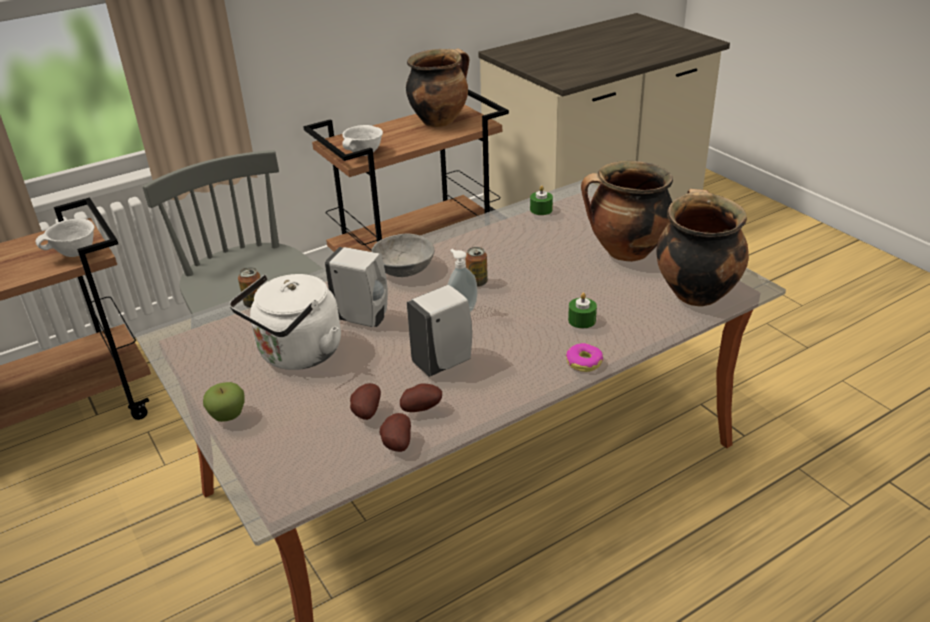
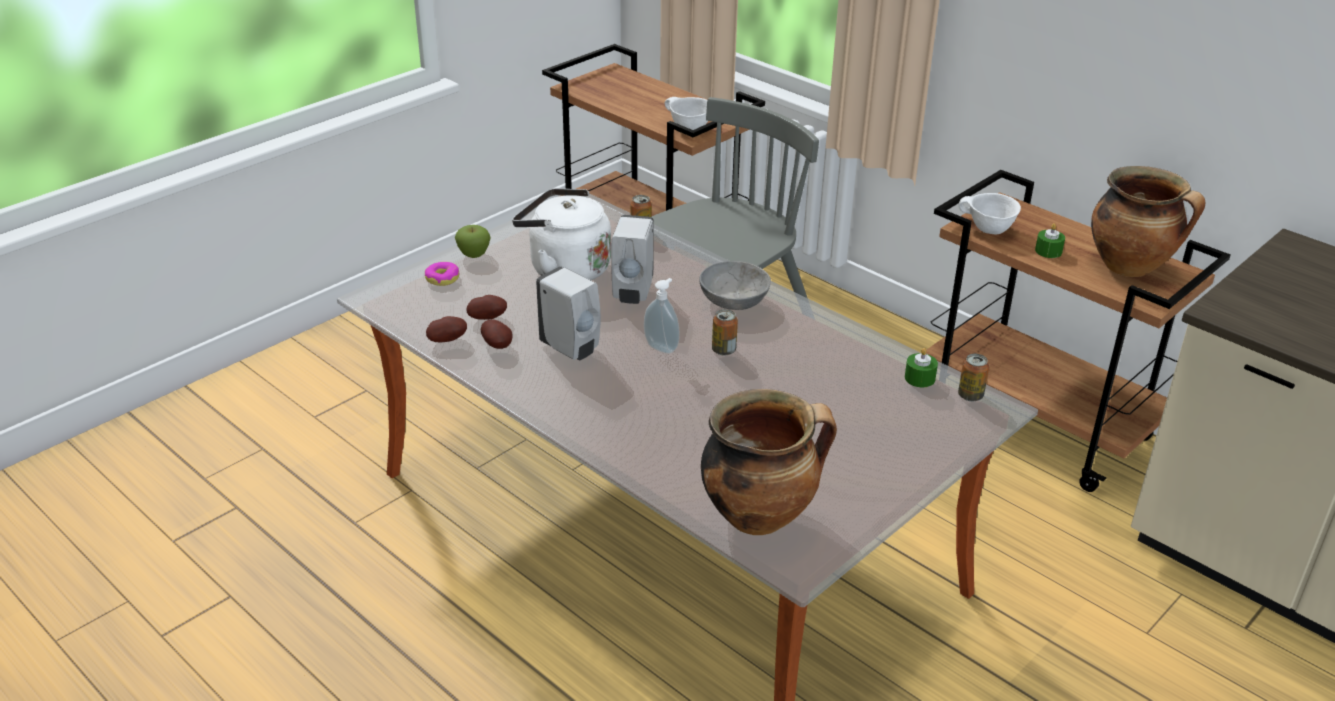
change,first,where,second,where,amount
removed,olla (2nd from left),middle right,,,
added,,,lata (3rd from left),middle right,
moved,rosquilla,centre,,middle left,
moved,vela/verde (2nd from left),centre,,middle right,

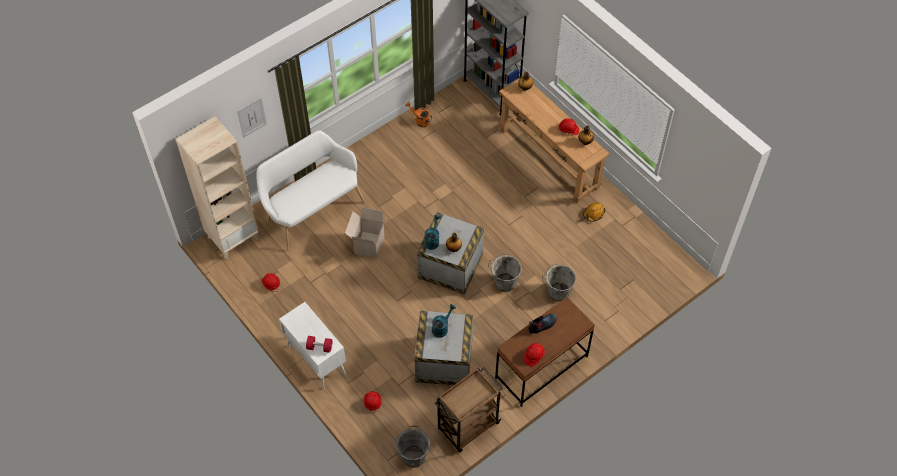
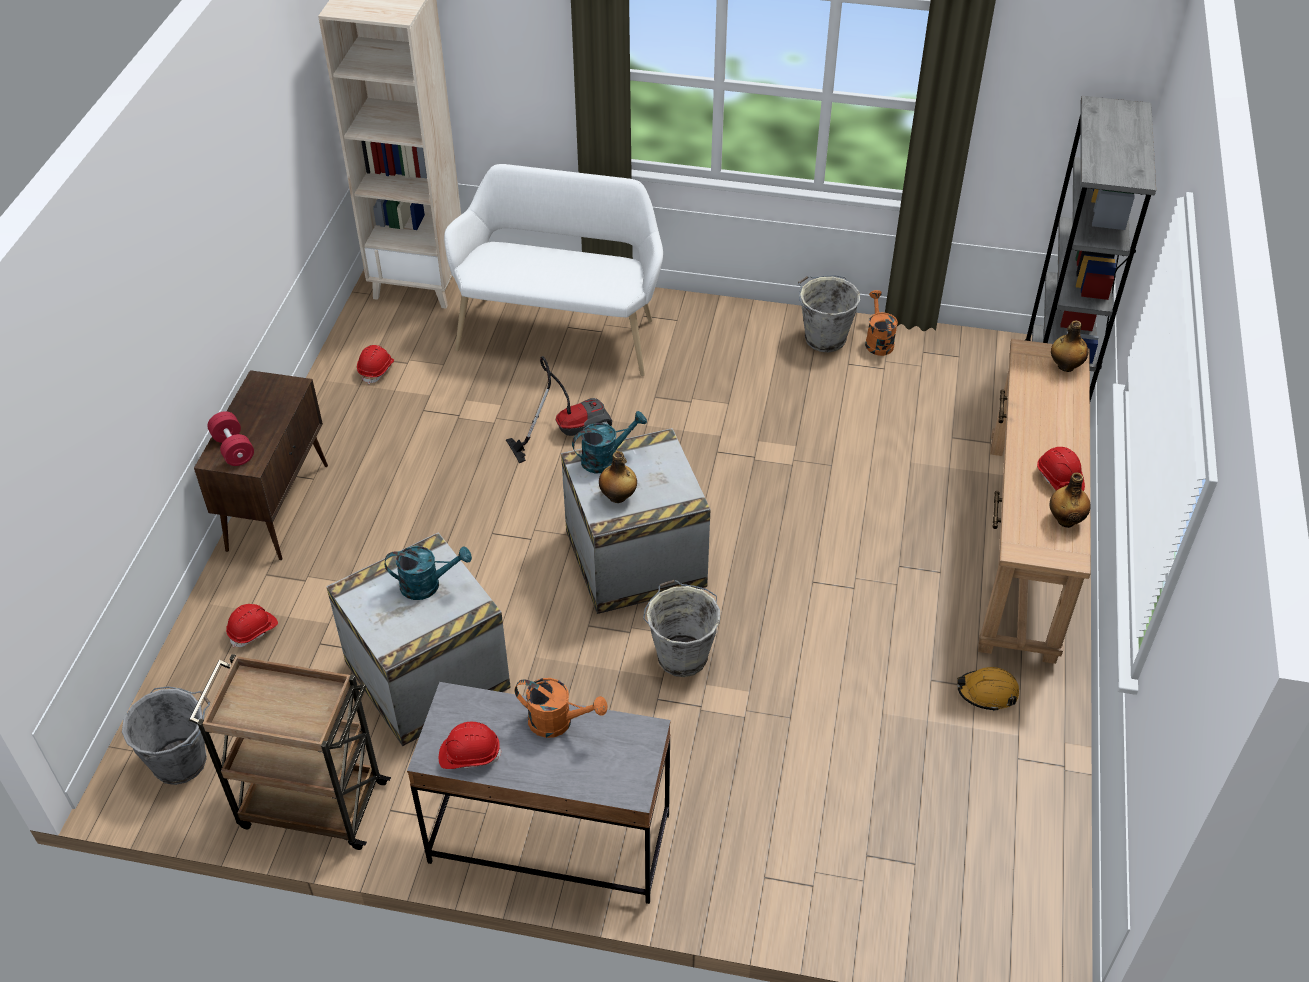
change,first,where,second,where,amount
removed,cuadro,top left,,,
moved,cubo/gris (3rd from left),centre,,top centre,
replaced,caja de cartón,centre,aspiradora,centre,
replaced,bota,bottom centre,regadera/naranja (1st from left),bottom centre,
recoloured,armario/blanco,bottom centre,armario/marrón,middle left,
recoloured,escritorio/marrón,bottom centre,escritorio/gris,bottom centre,

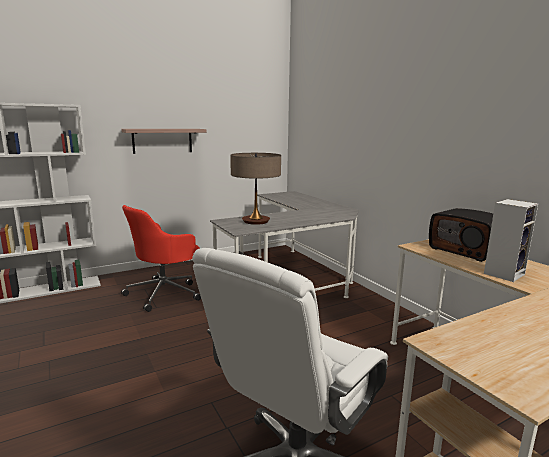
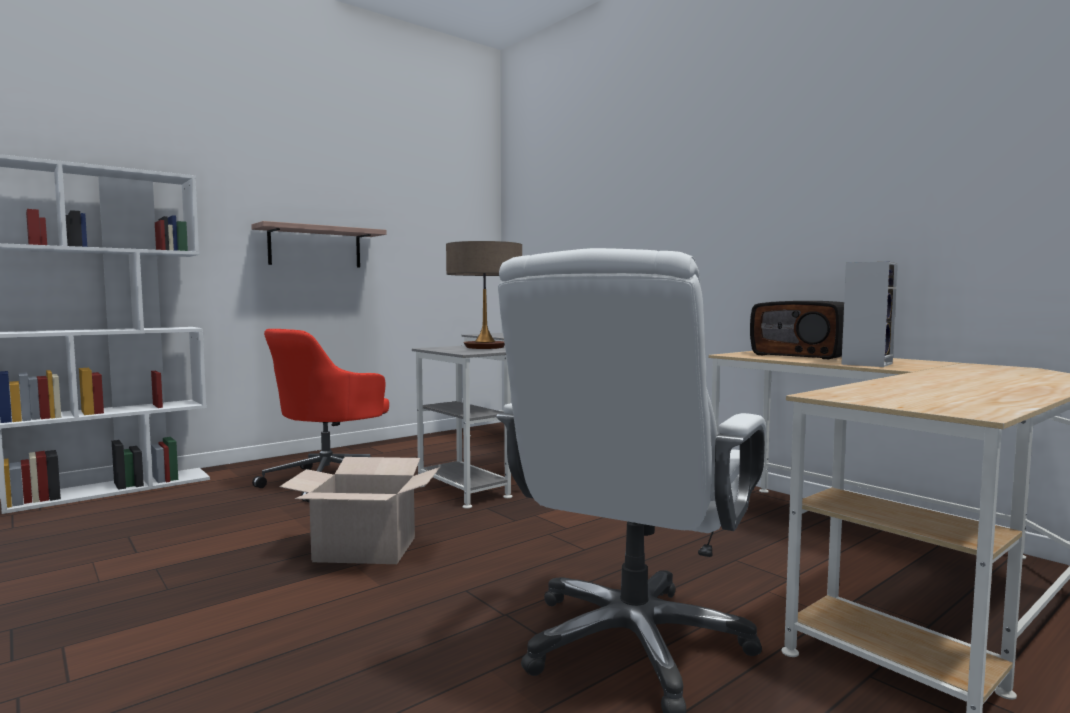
change,first,where,second,where,amount
added,,,caja de cartón,bottom centre,

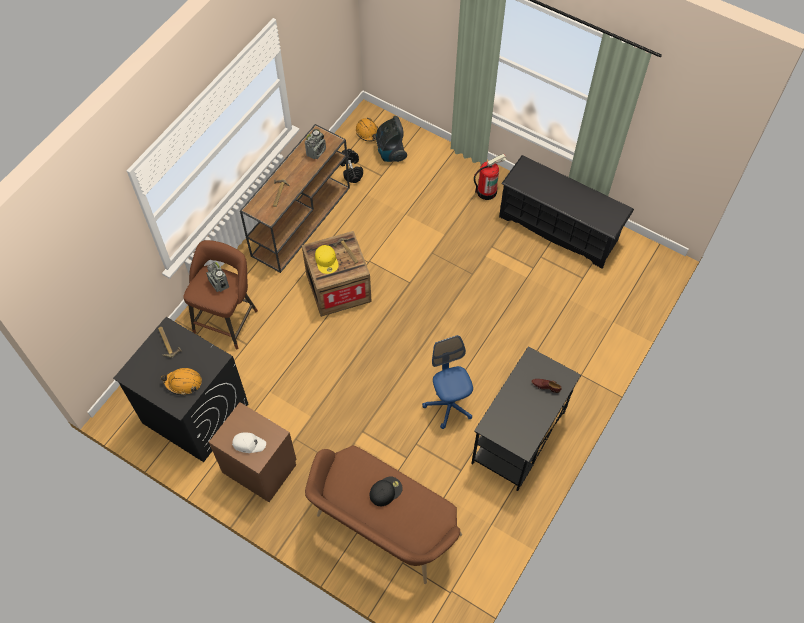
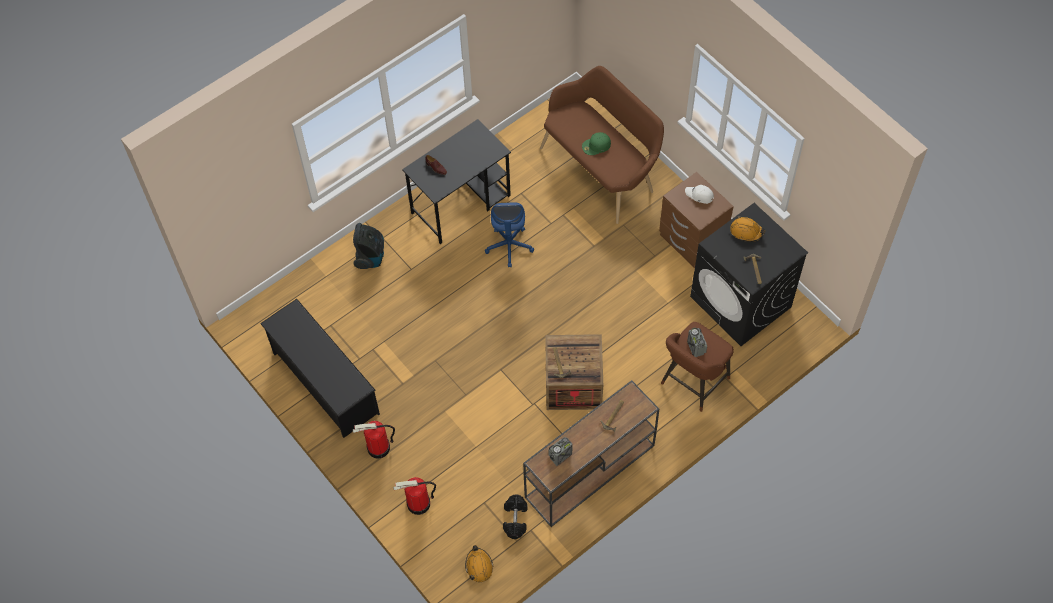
change,first,where,second,where,amount
removed,gorra/amarillo,centre,,,
added,,,extintor (2nd from left),bottom centre,
moved,aspiradora,top centre,,centre,
recoloured,gorra/negro,bottom centre,gorra/verde,top centre,

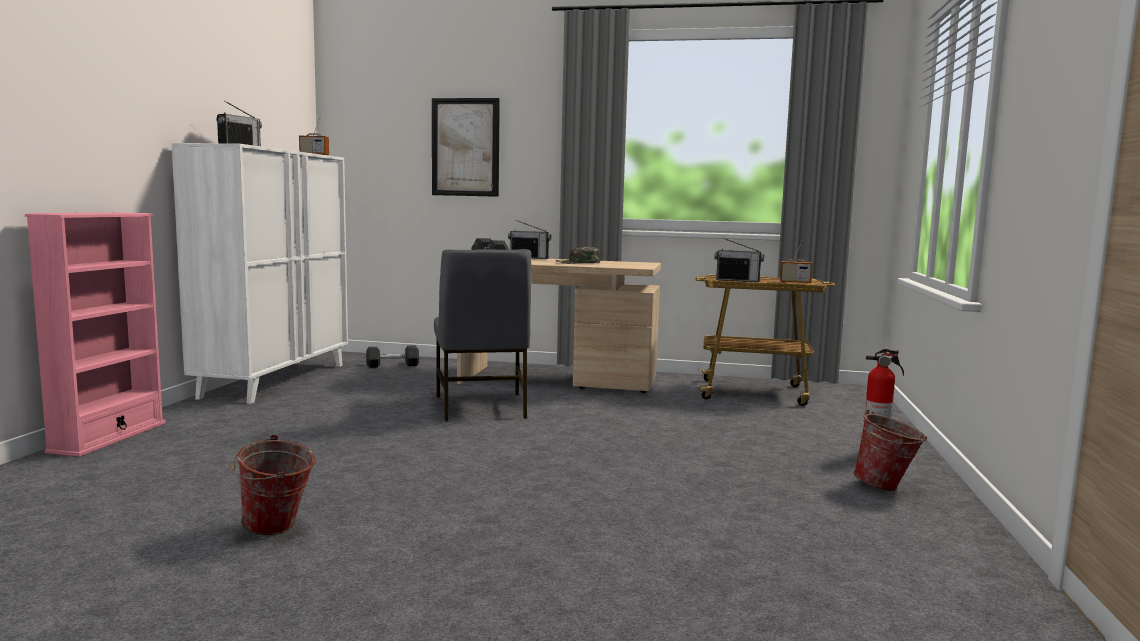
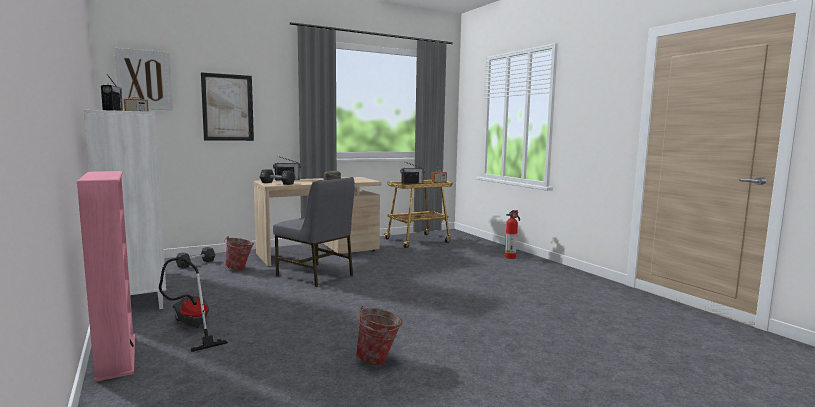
change,first,where,second,where,amount
added,,,cuadro (1st from left),top left,
added,,,aspiradora,bottom left,
moved,cubo (2nd from left in the first image),bottom right,cubo (1st from left),middle left,

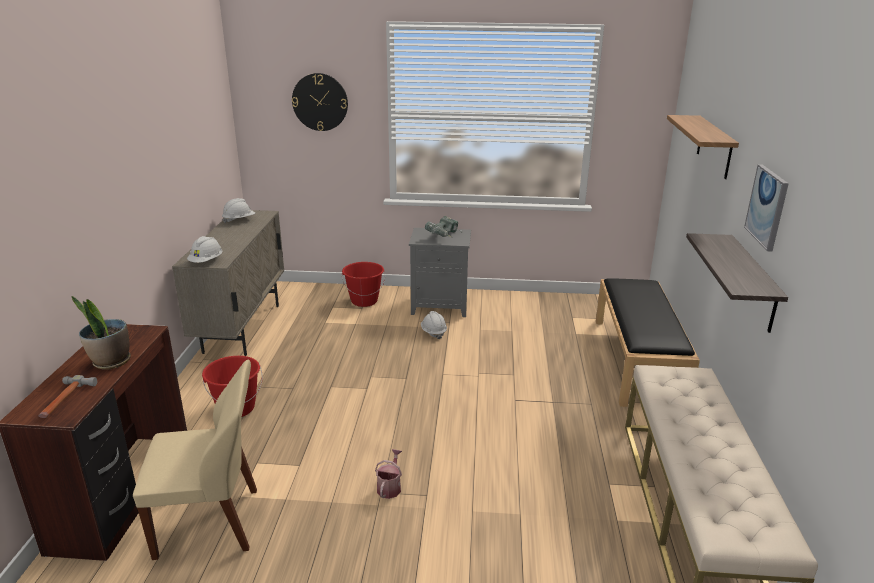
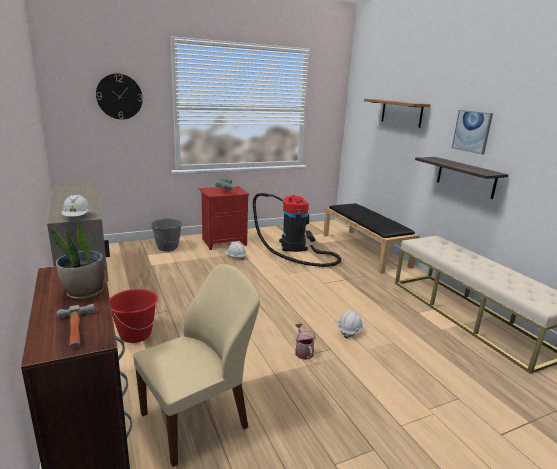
change,first,where,second,where,amount
added,,,aspiradora,centre,
moved,casco/blanco (2nd from left in the first image),middle left,casco/blanco (3rd from left),bottom centre,
recoloured,cubo/rojo (2nd from left),centre,cubo/gris,middle left,
recoloured,mesita de noche/gris,centre,mesita de noche/rojo,centre,

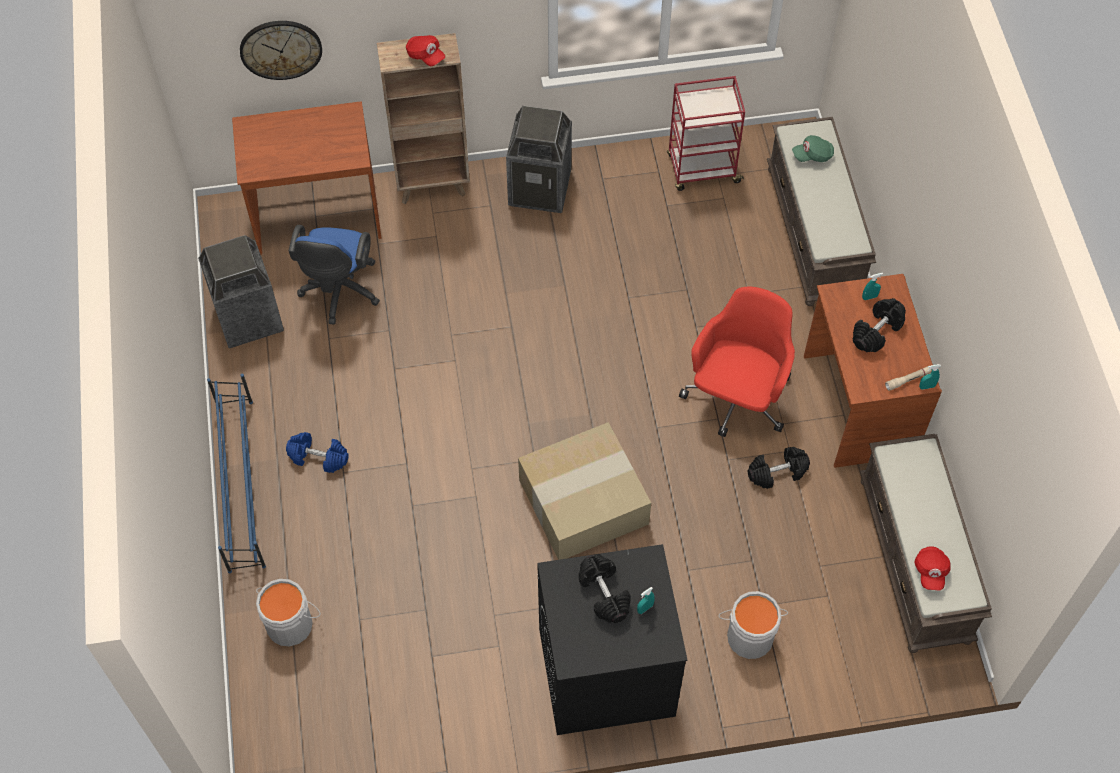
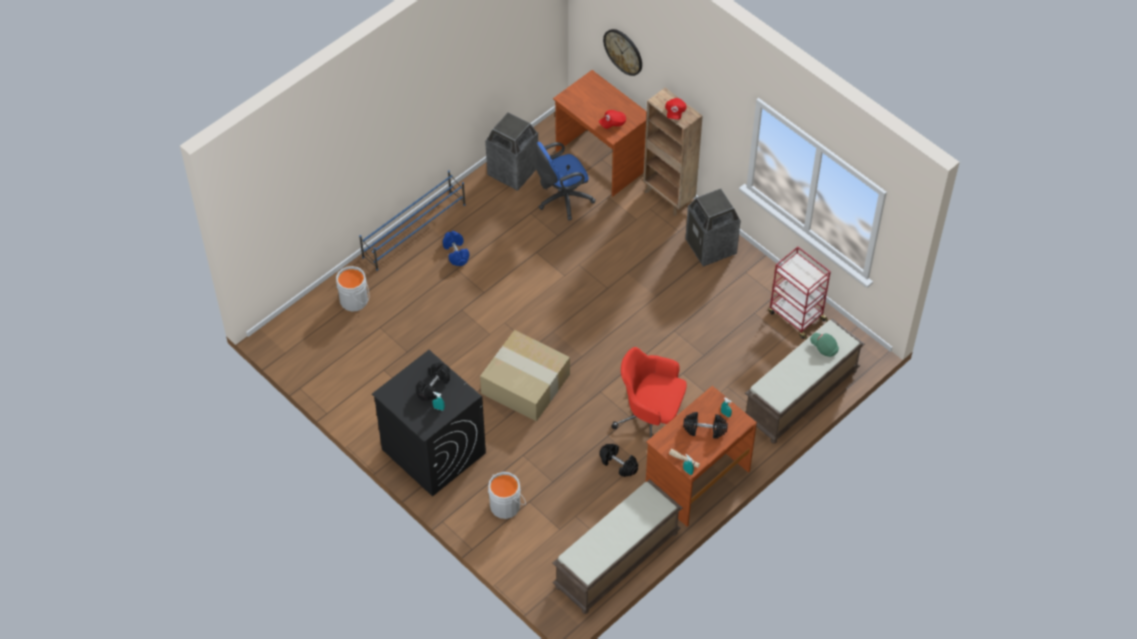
change,first,where,second,where,amount
moved,gorra/rojo (2nd from left in the first image),bottom right,gorra/rojo (1st from left),top centre,
turned,silla de oficina/rojo,centre,,centre,150 degrees counterclockwise

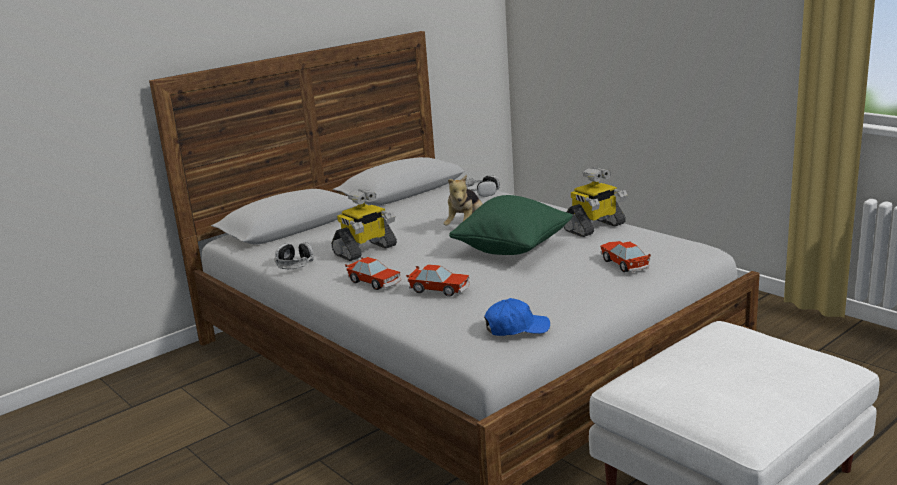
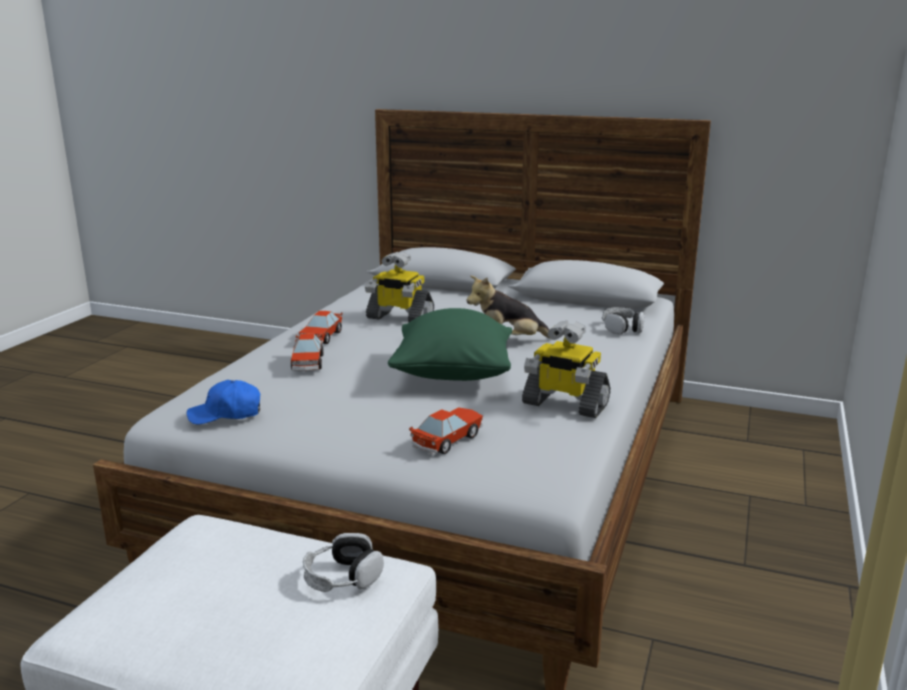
change,first,where,second,where,amount
moved,auriculares (1st from left),middle left,,bottom centre,
turned,gorra/azul,centre,,middle left,120 degrees clockwise

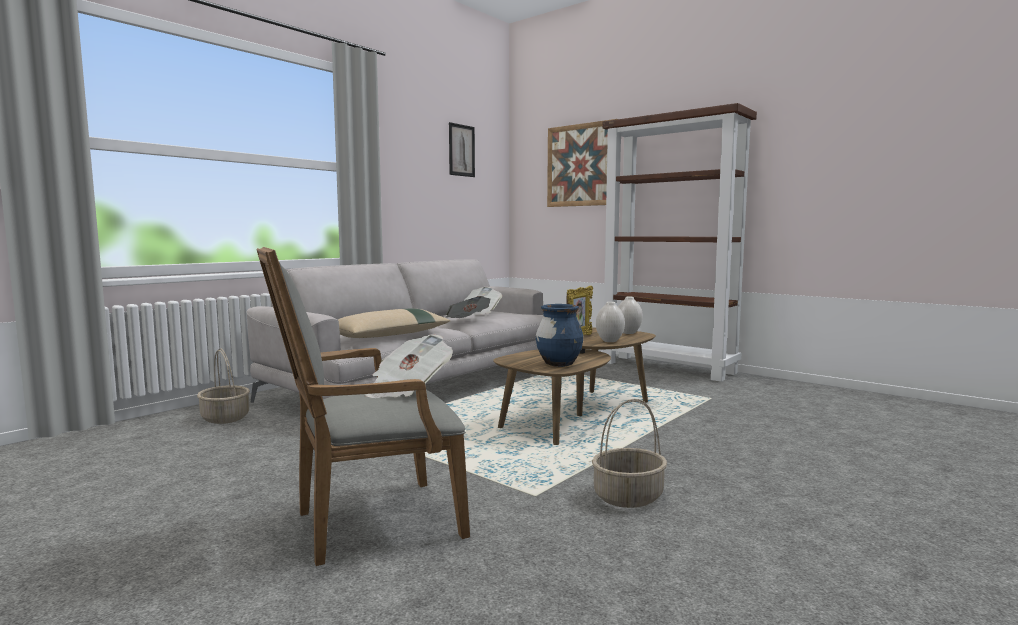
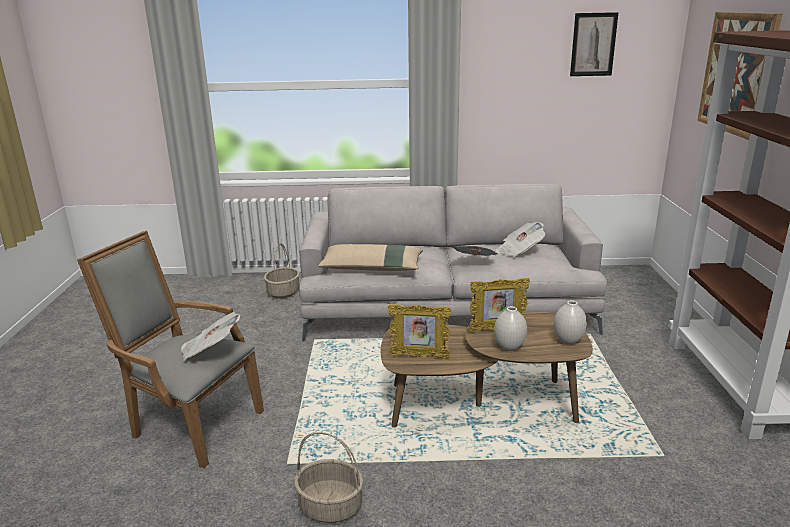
change,first,where,second,where,amount
replaced,florero/azul,centre,portarretratos (1st from left),centre,

